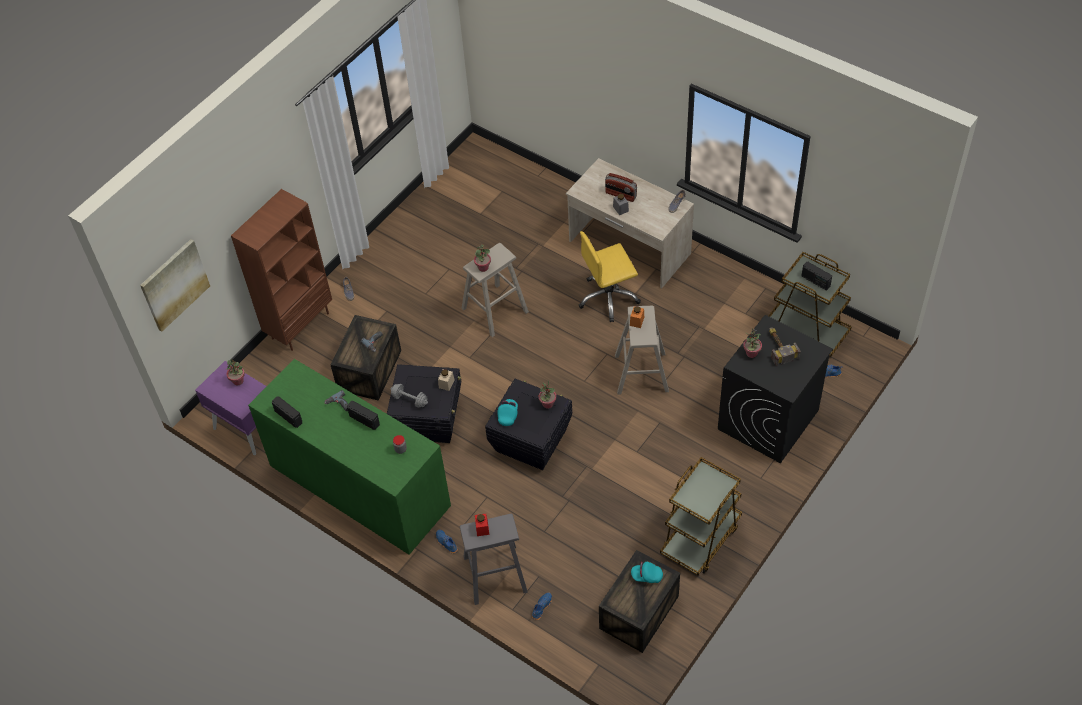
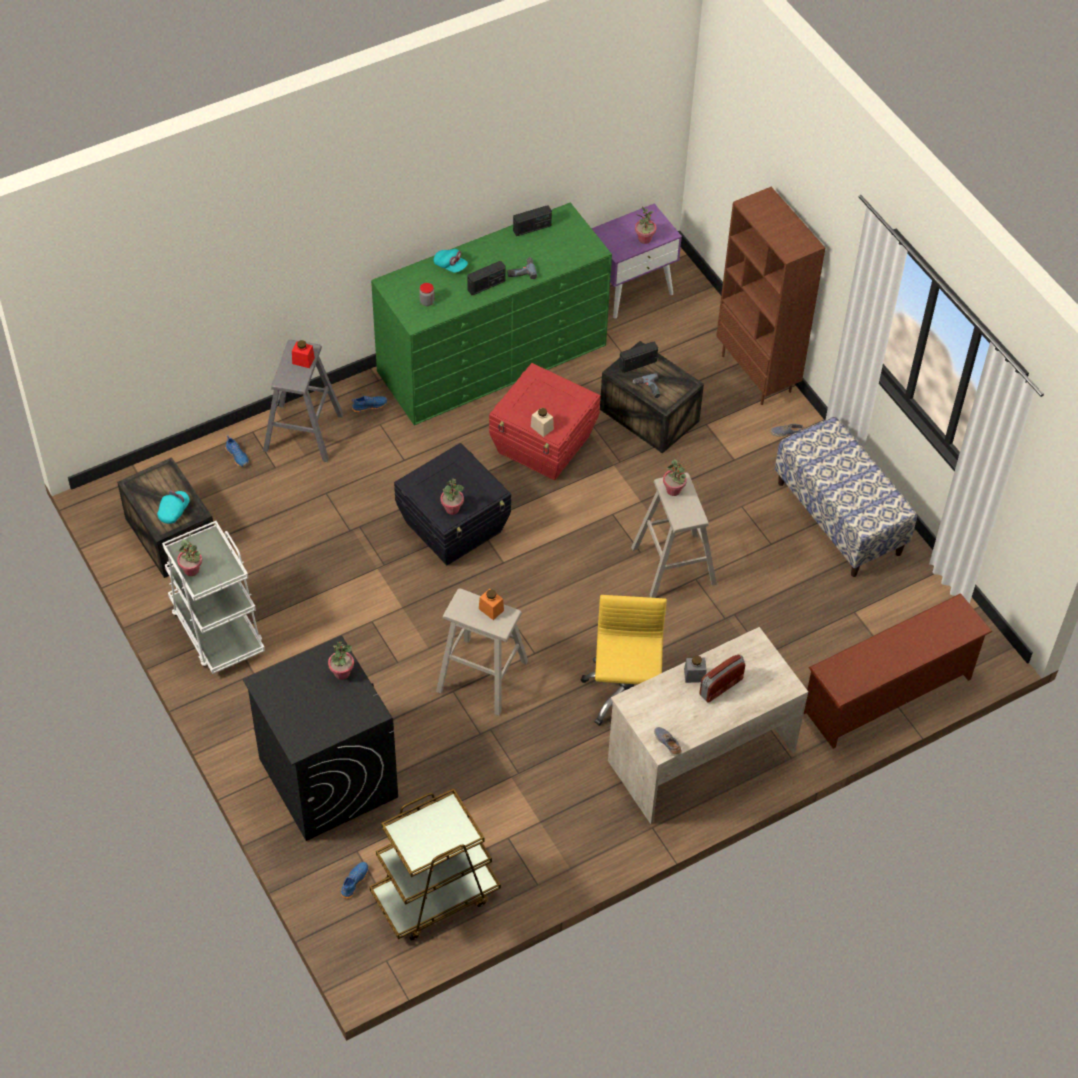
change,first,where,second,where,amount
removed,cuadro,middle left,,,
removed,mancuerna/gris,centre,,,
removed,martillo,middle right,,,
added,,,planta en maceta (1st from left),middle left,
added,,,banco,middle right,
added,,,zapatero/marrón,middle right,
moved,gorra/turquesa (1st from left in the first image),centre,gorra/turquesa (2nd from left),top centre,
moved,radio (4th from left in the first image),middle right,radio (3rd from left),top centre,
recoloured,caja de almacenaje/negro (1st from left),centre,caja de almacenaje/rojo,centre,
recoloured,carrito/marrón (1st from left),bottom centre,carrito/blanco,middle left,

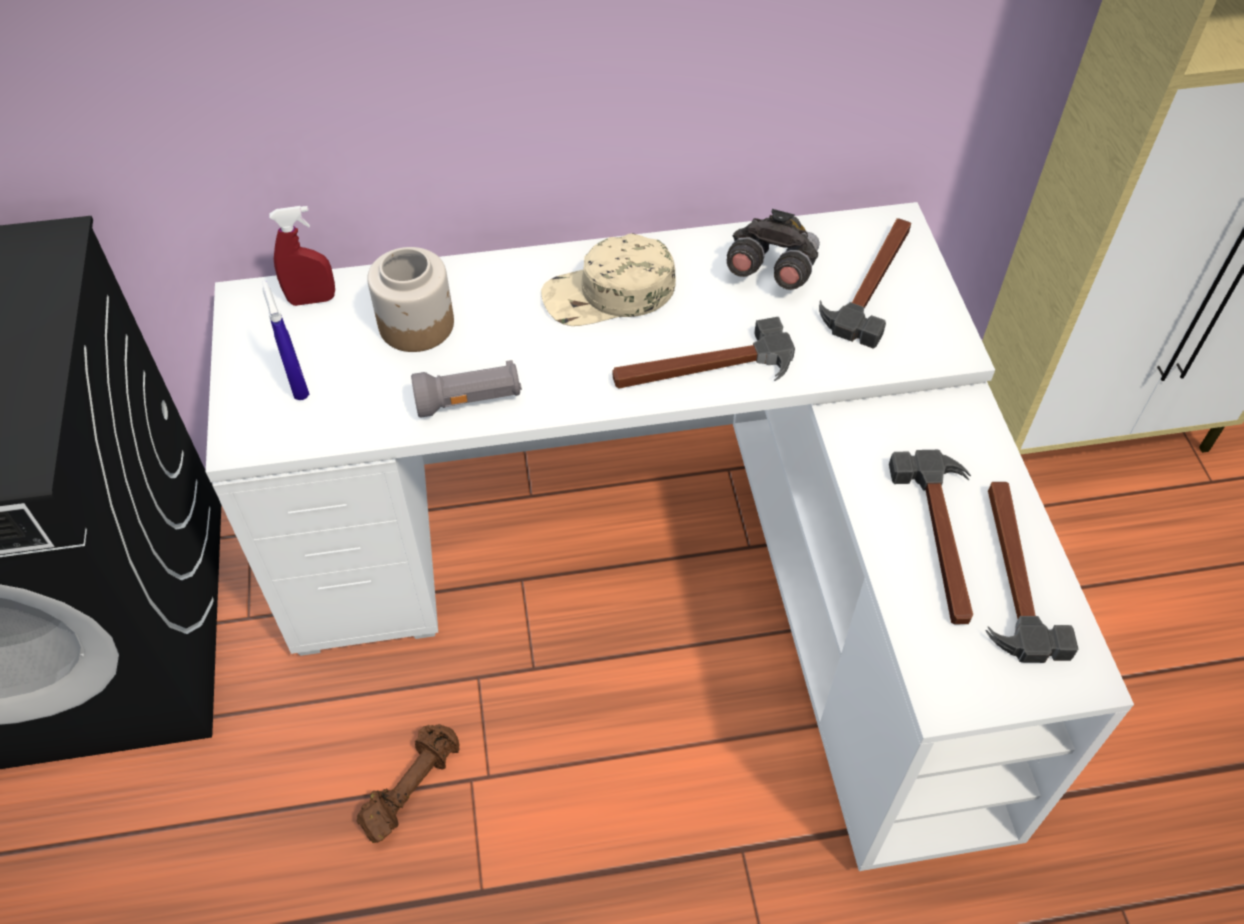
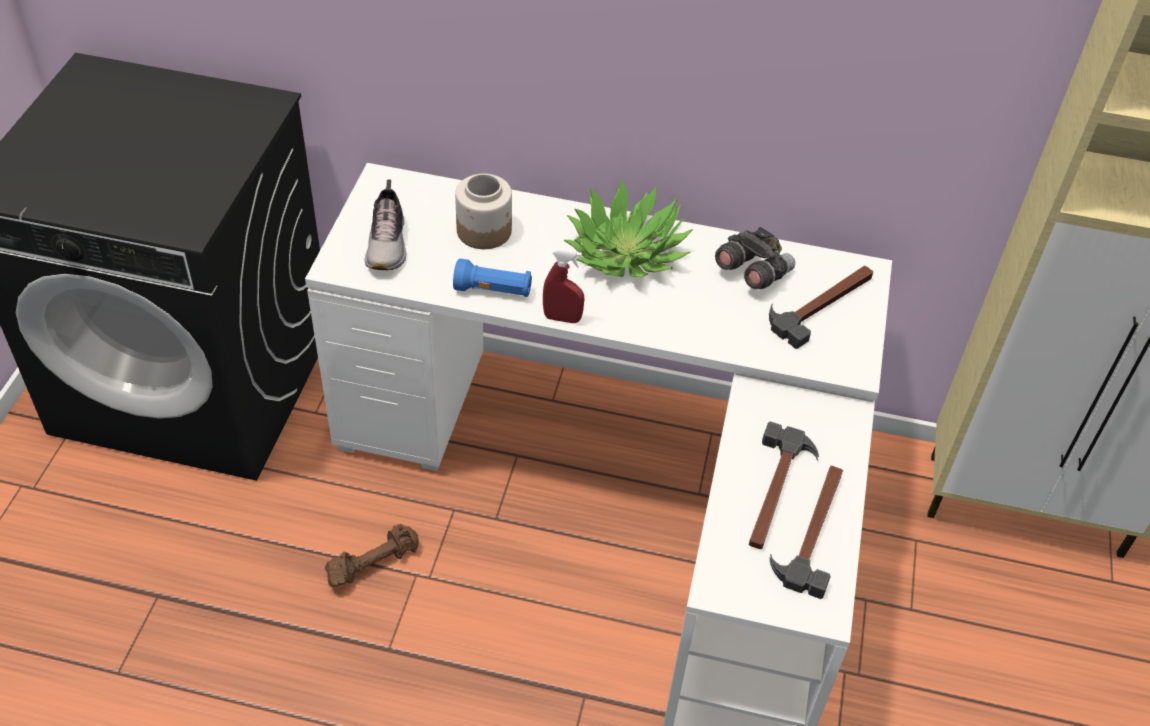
change,first,where,second,where,amount
removed,martillo (1st from left),centre,,,
moved,pulverizador/rojo,top left,,centre,
replaced,pulverizador/azul,middle left,zapato,top centre,
replaced,gorra/beis,top centre,planta en maceta,top centre,
recoloured,linterna/gris,centre,linterna/azul,centre,

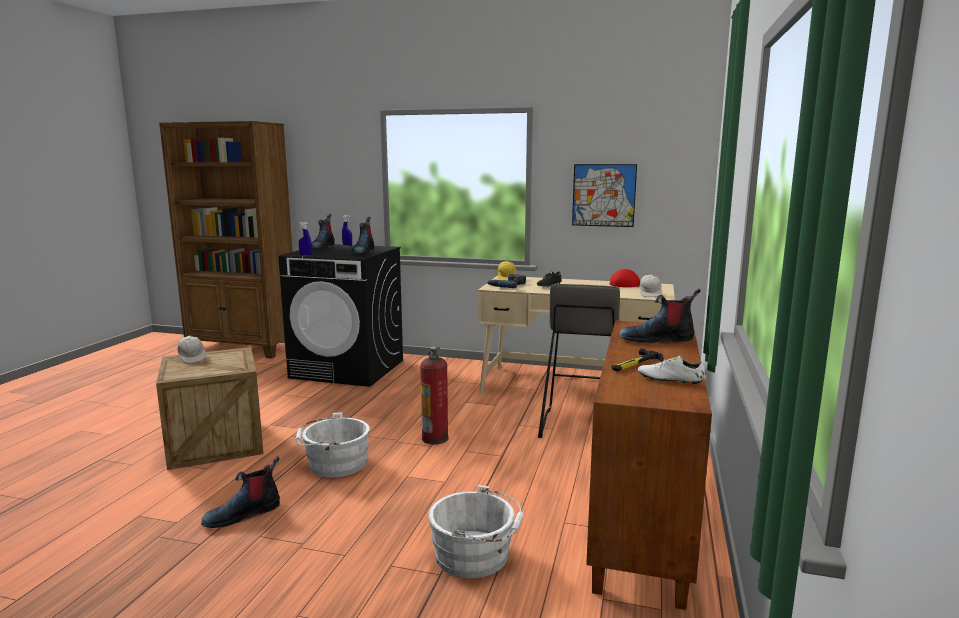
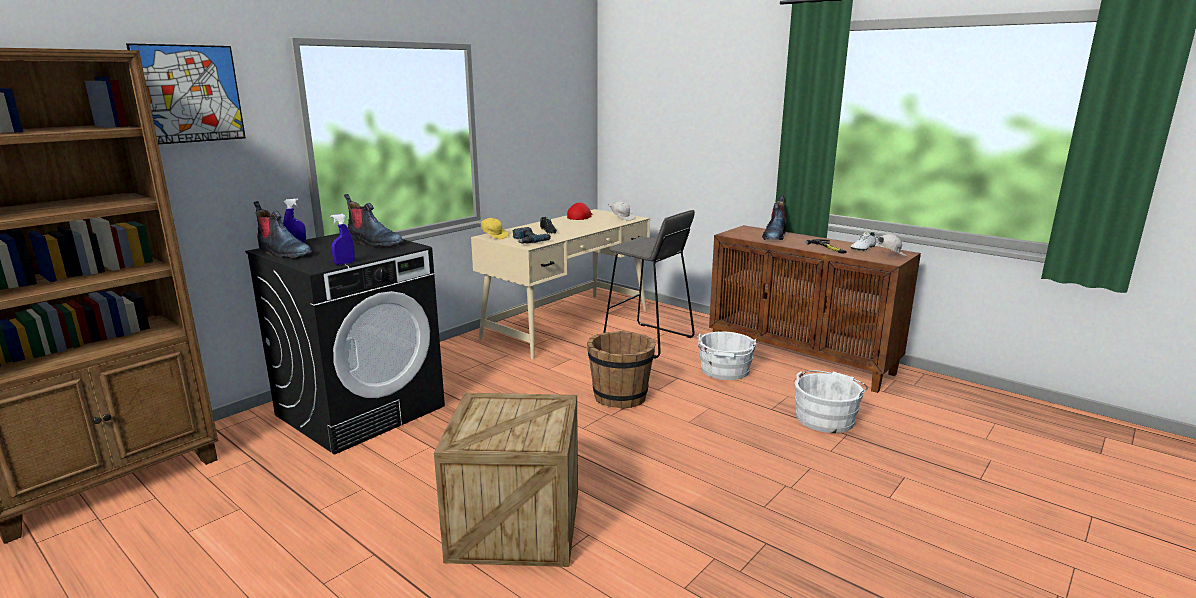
change,first,where,second,where,amount
removed,bota (1st from left),bottom left,,,
moved,gorra/blanco (1st from left in the first image),middle left,gorra/blanco (2nd from left),middle right,
moved,cubo/blanco (1st from left),bottom centre,,centre,
moved,cuadro,top centre,,top left,
replaced,extintor,centre,cubo/marrón,centre,

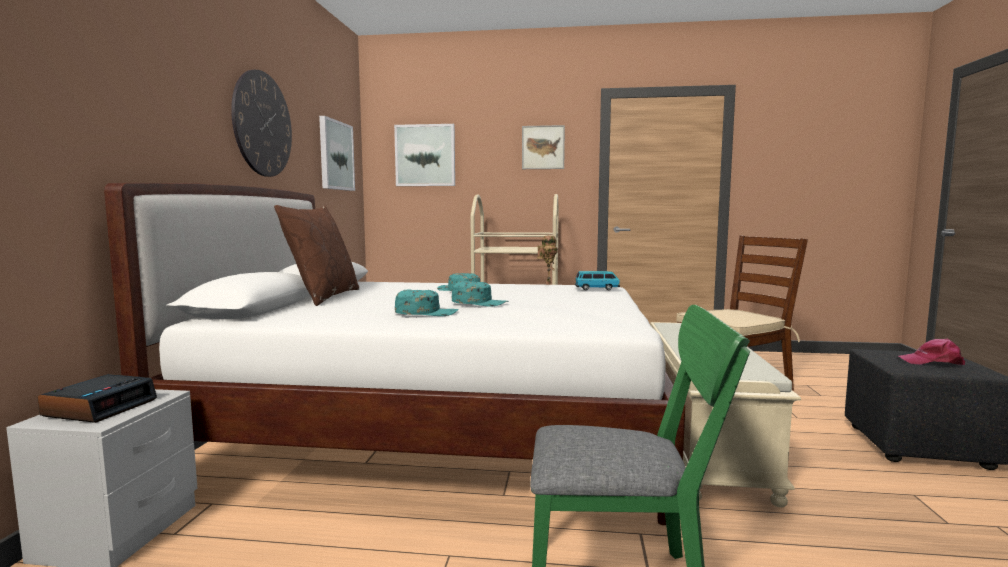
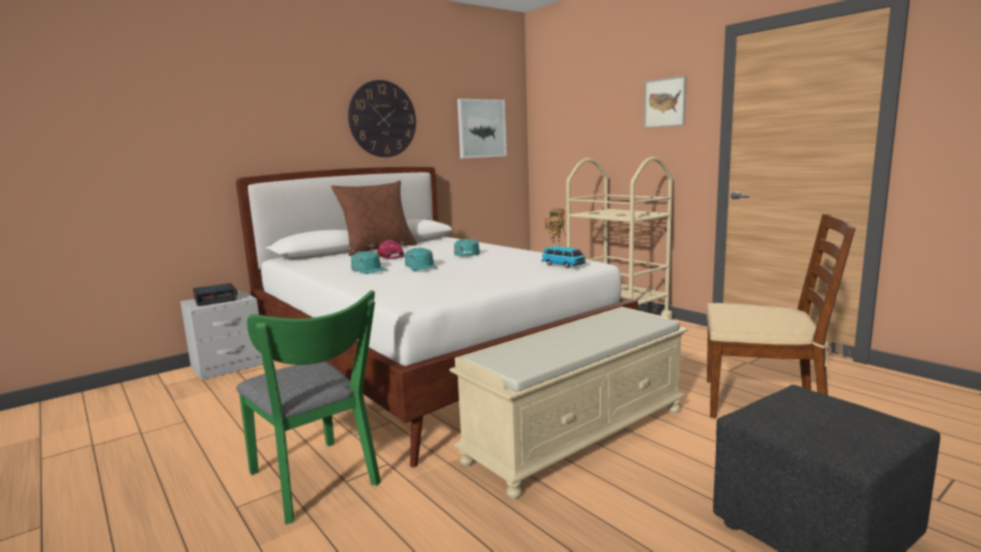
change,first,where,second,where,amount
removed,cuadro (2nd from left),top centre,,,
moved,gorra/rosa,middle right,,centre,

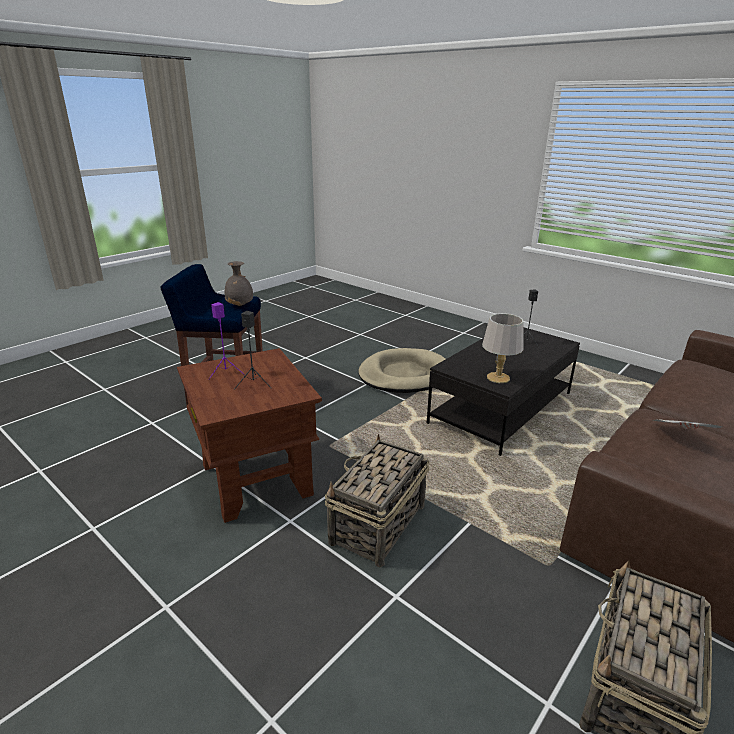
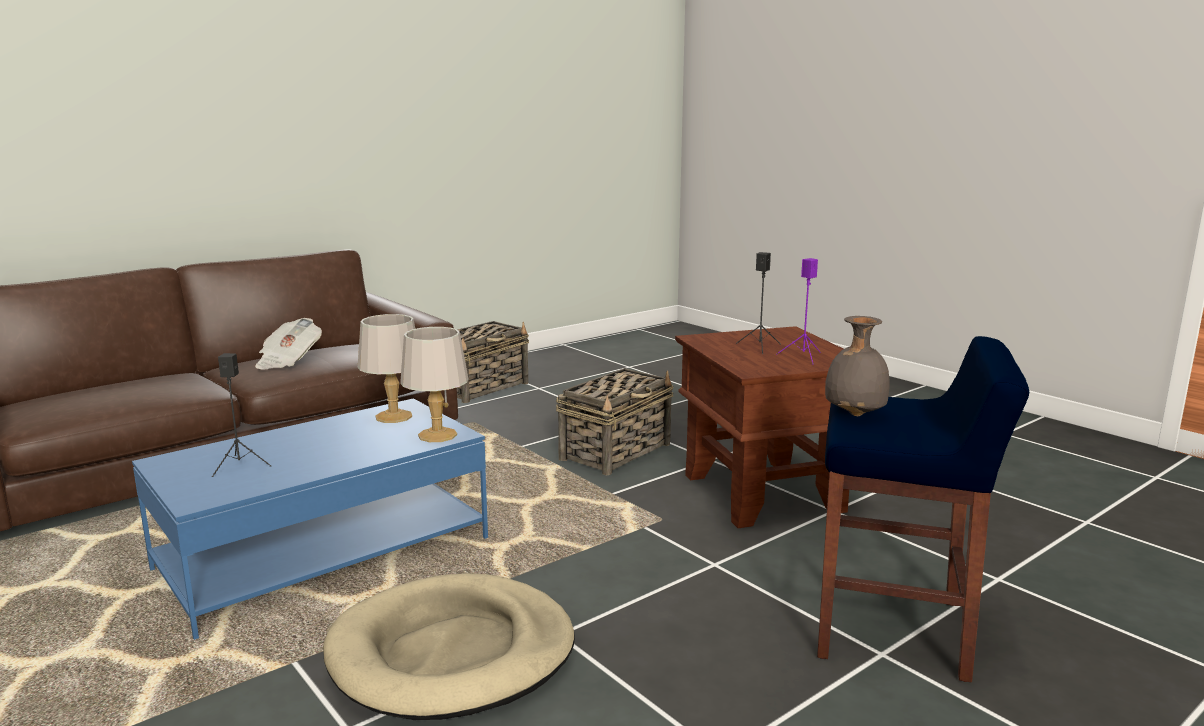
change,first,where,second,where,amount
added,,,lámpara de mesa/gris (2nd from left),centre,
recoloured,mesa de centro/negro,middle right,mesa de centro/azul,bottom left,

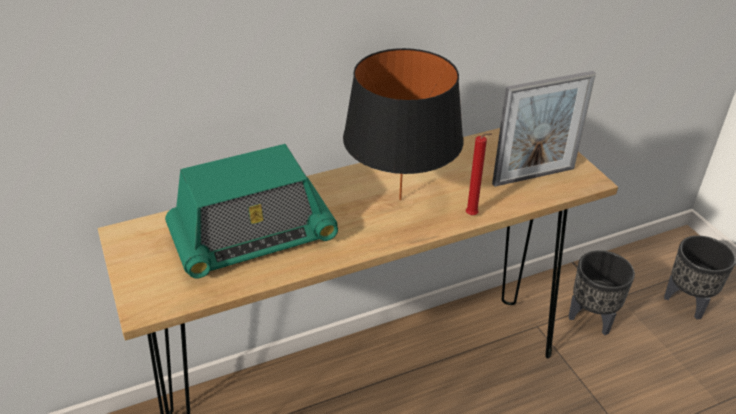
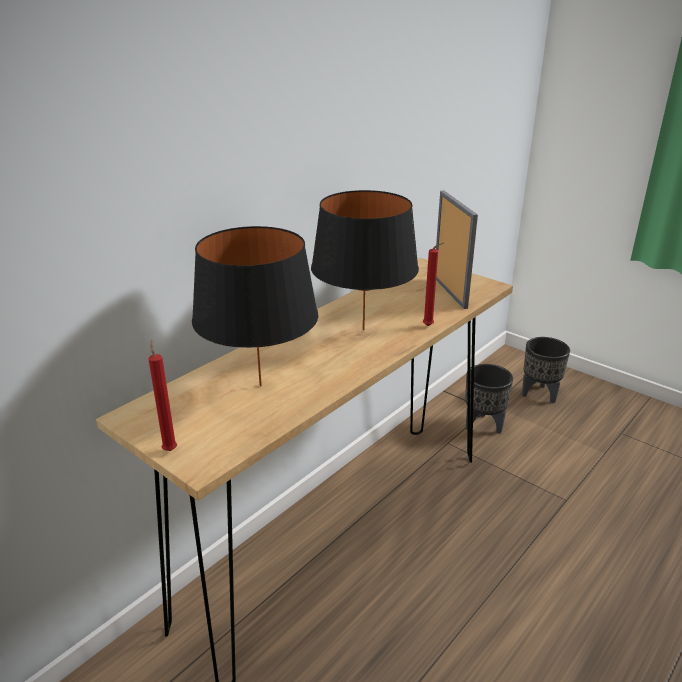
change,first,where,second,where,amount
added,,,vela/rojo (1st from left),middle left,
replaced,radio,centre,lámpara de mesa/negro (1st from left),centre,
turned,portarretratos,top right,,middle right,60 degrees counterclockwise

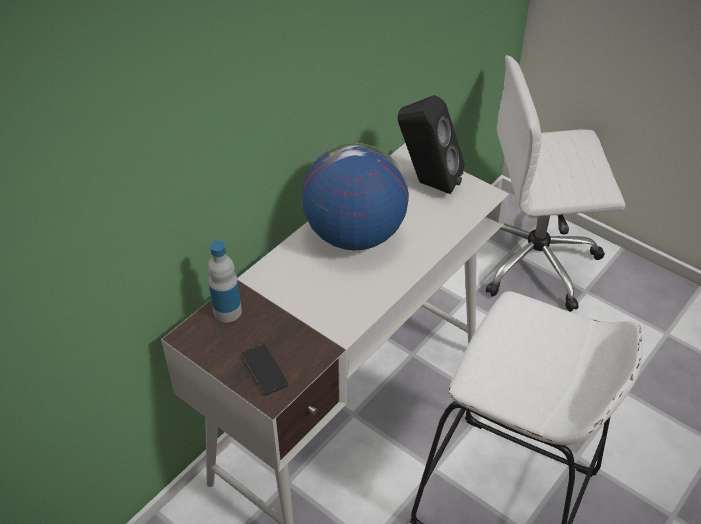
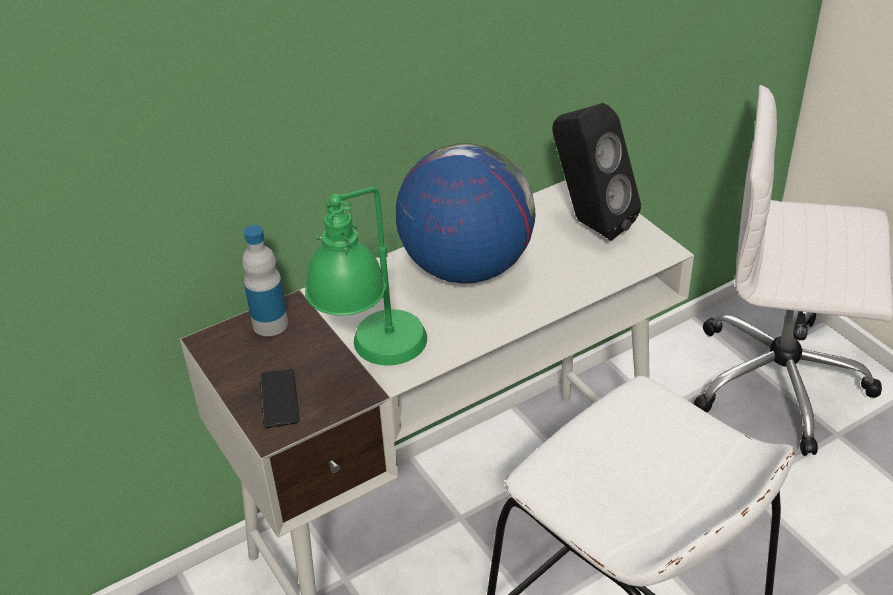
change,first,where,second,where,amount
added,,,lámpara de mesa/verde,centre,

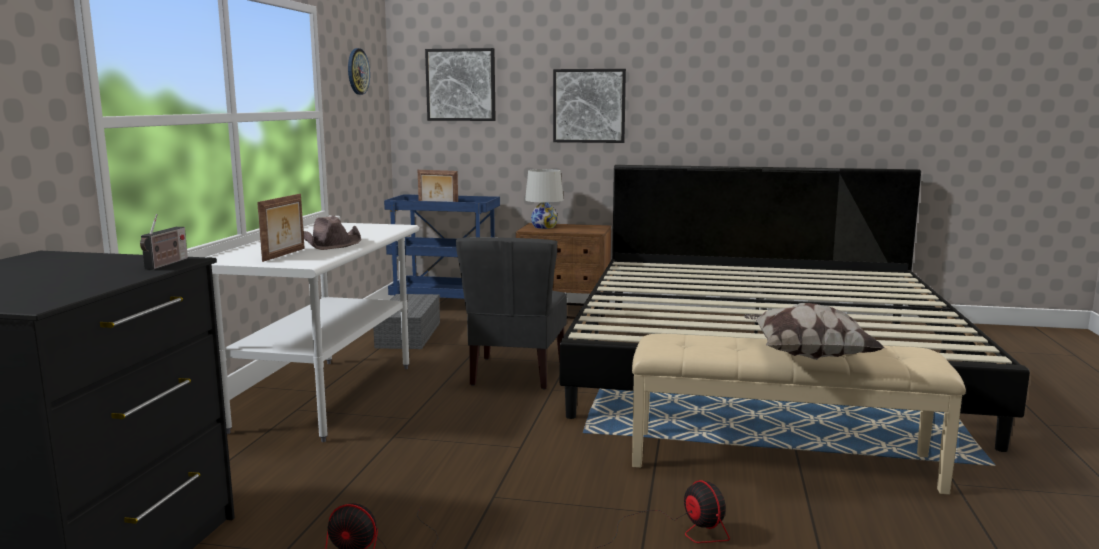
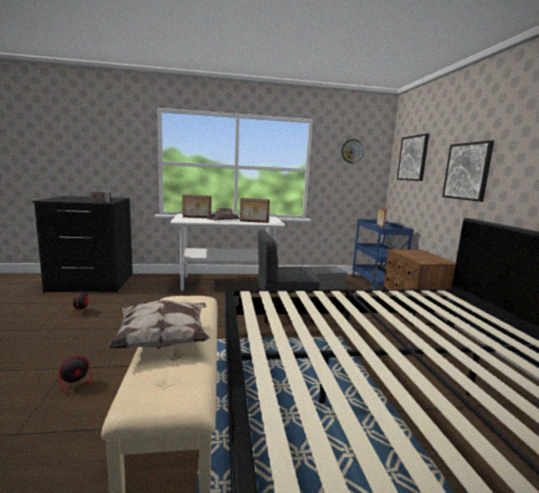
change,first,where,second,where,amount
removed,lámpara de mesa/blanco,centre,,,
added,,,portarretratos (2nd from left),centre,

